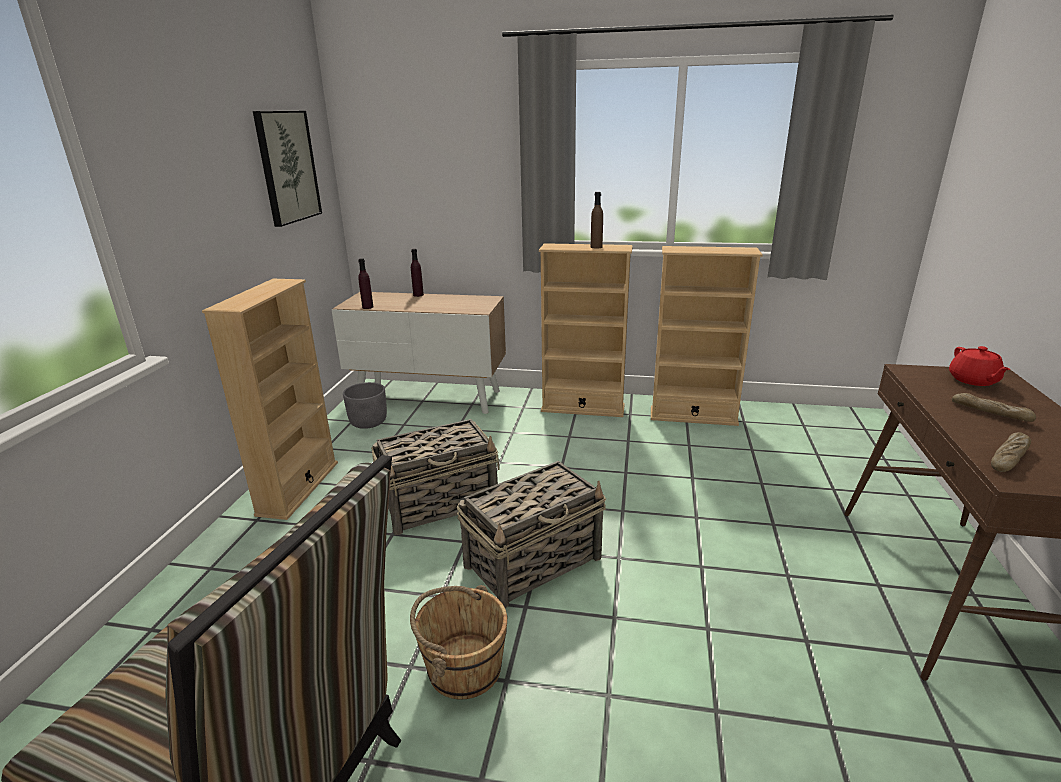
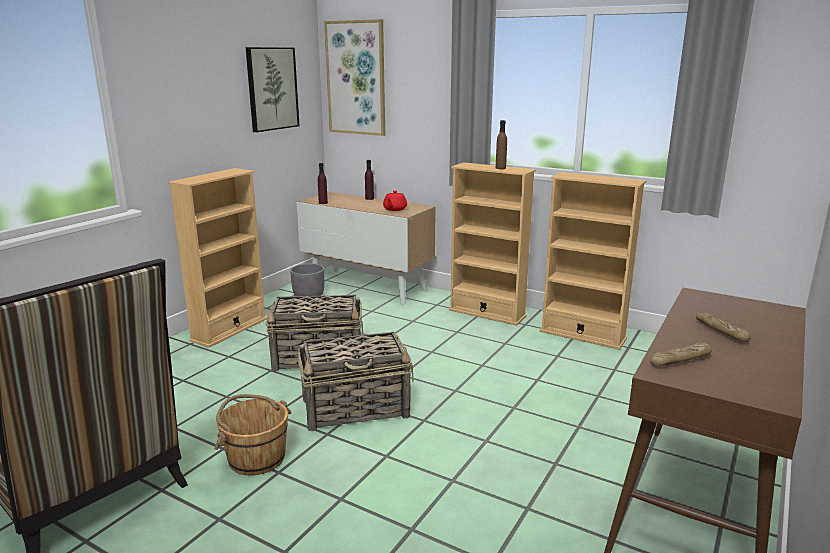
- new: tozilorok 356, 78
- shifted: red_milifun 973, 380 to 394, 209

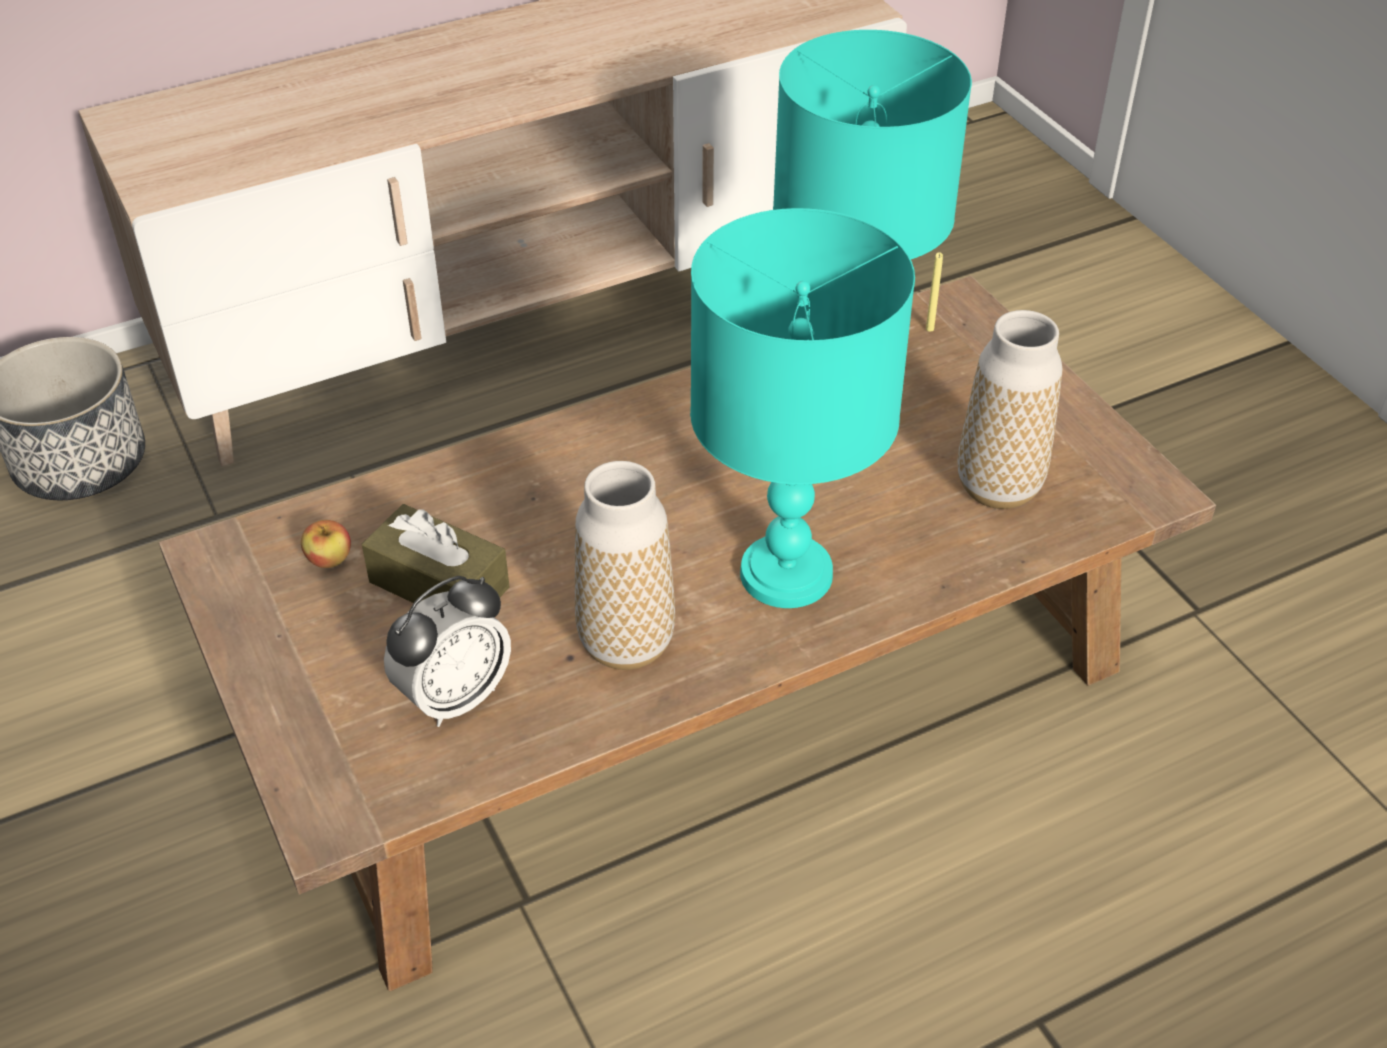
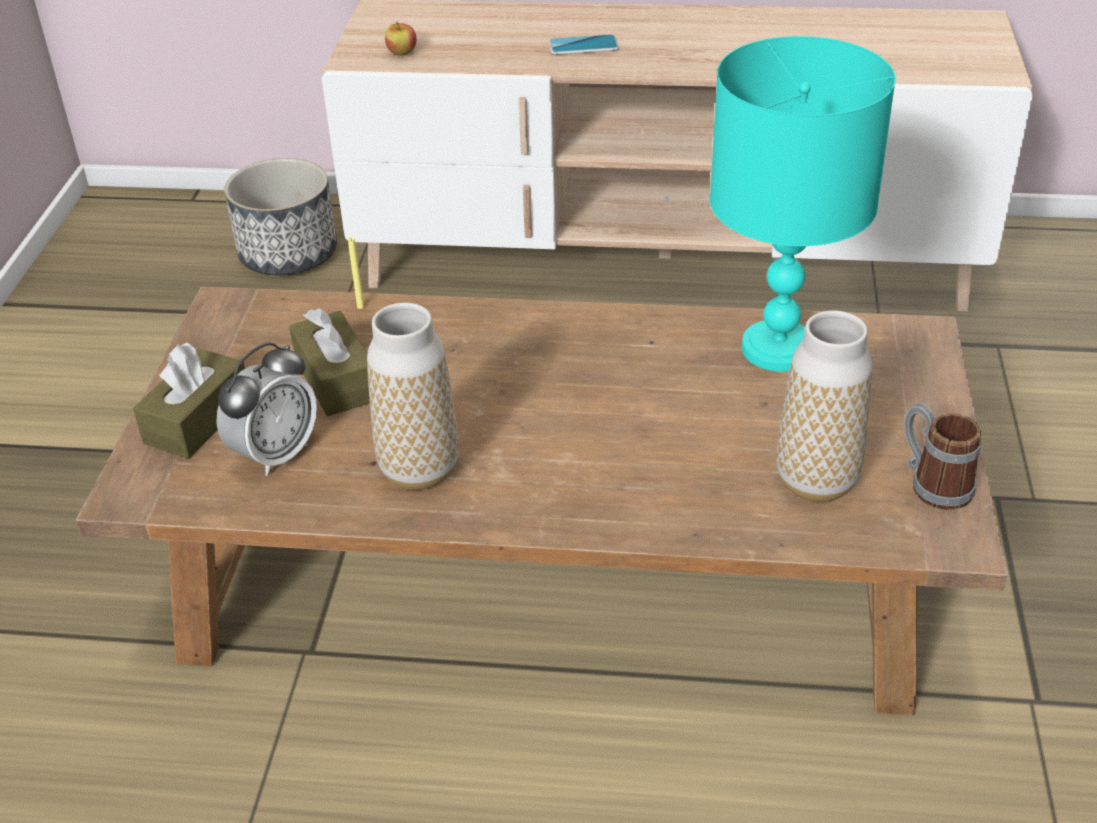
- new: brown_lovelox 198, 420
- rotated: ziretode 454, 697 = 275, 454 45 degrees counterclockwise
- shifted: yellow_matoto 929, 329 to 360, 307
- shifted: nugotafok 329, 560 to 402, 53
- new: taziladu 583, 46
- new: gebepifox 932, 483
- gone: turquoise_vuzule 784, 574

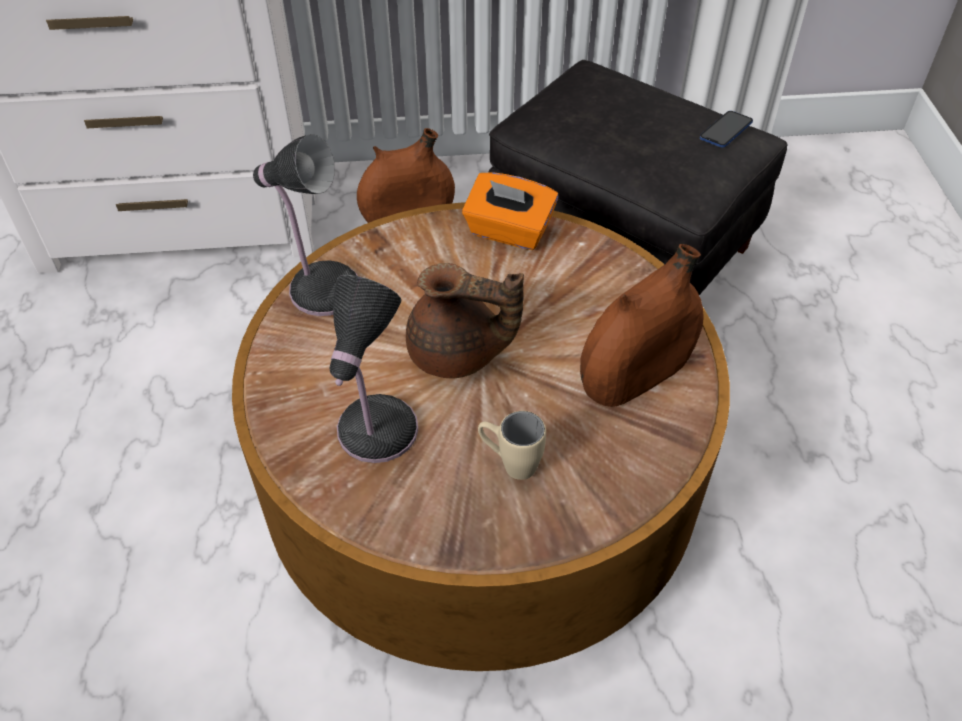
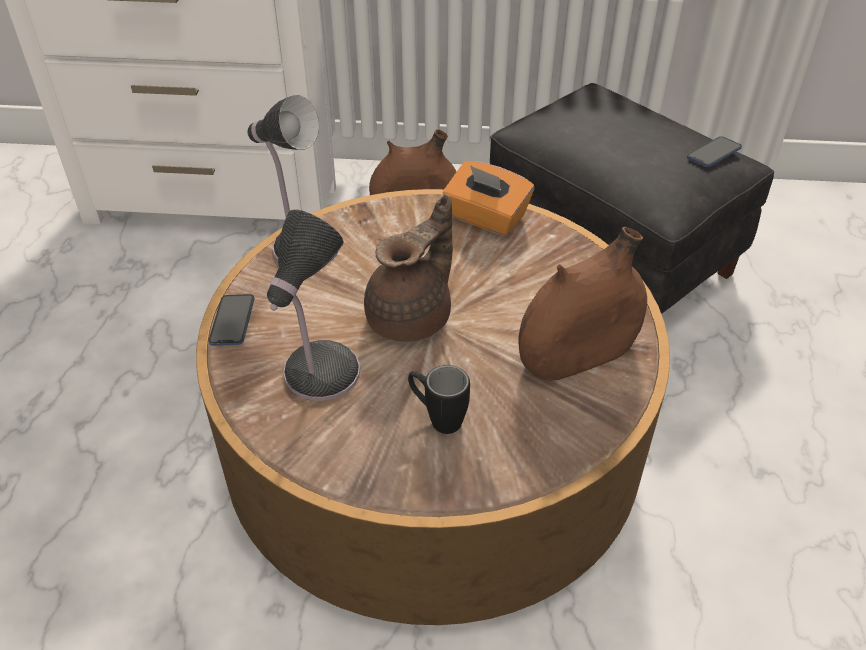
- new: taziladu 232, 321
- rotated: brown_milifun 458, 354 = 412, 317 75 degrees counterclockwise
- repainted: beige_gebepifox 510, 463 to black_gebepifox 437, 418

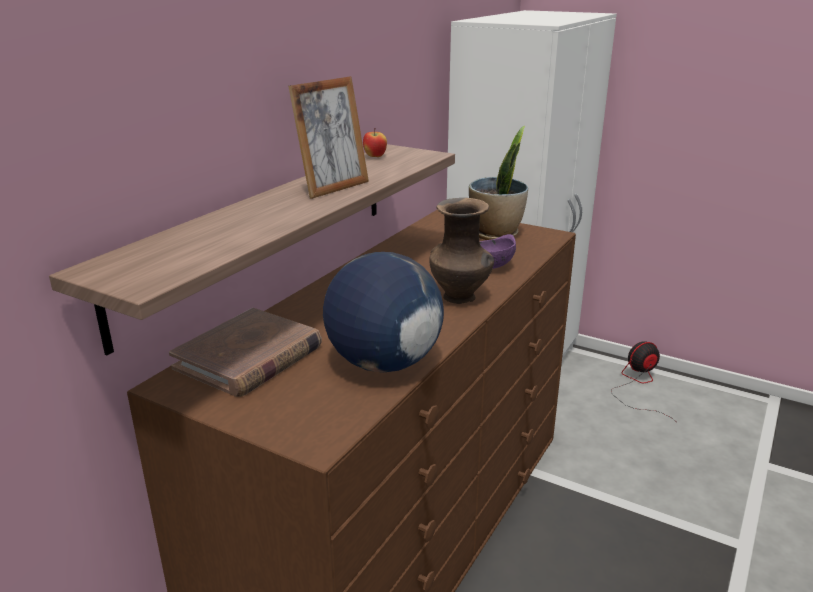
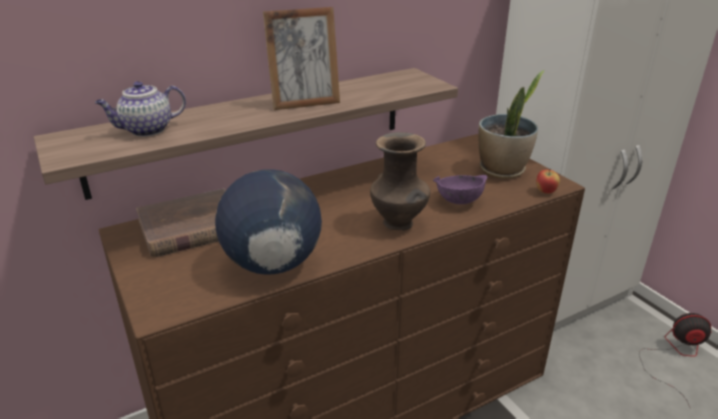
- new: milifun 146, 130
- shifted: nugotafok 375, 157 to 545, 192

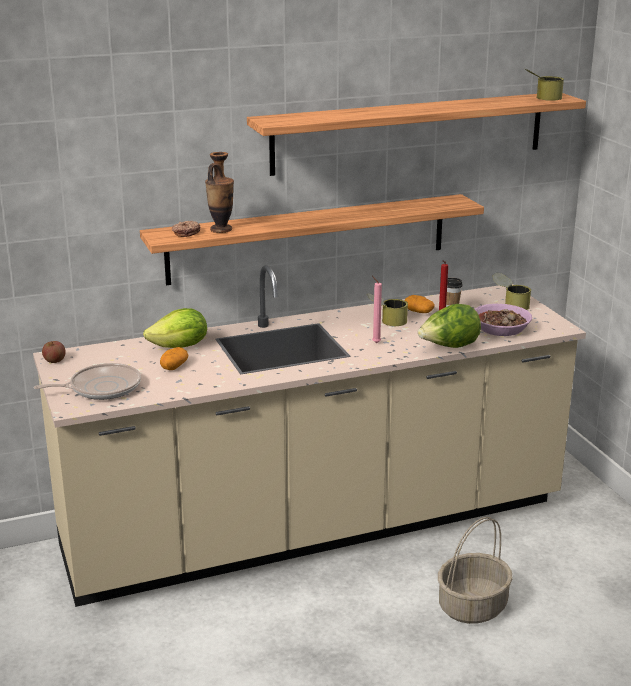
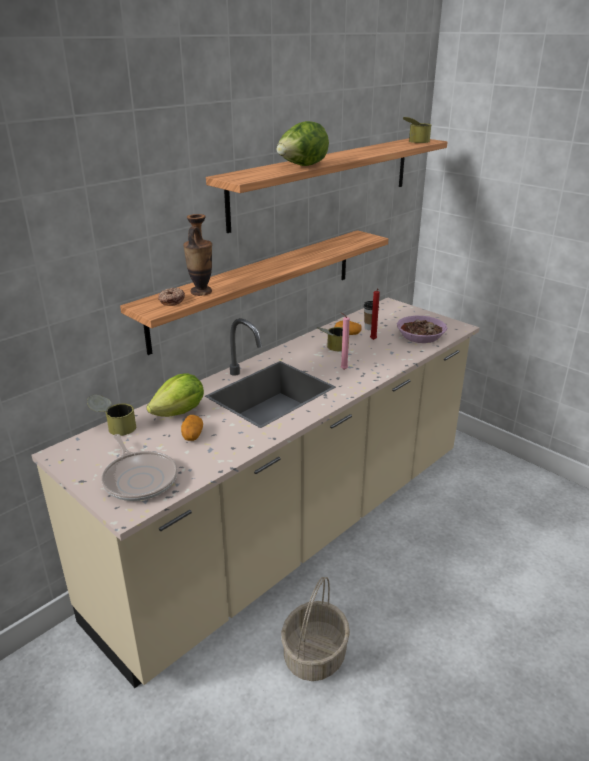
- shifted: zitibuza 510, 304 to 114, 427
- rotated: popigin 101, 388 = 139, 478 105 degrees clockwise
- shifted: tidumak 449, 347 to 302, 166
- shifted: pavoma 472, 606 to 314, 655
- gone: nugotafok 54, 360

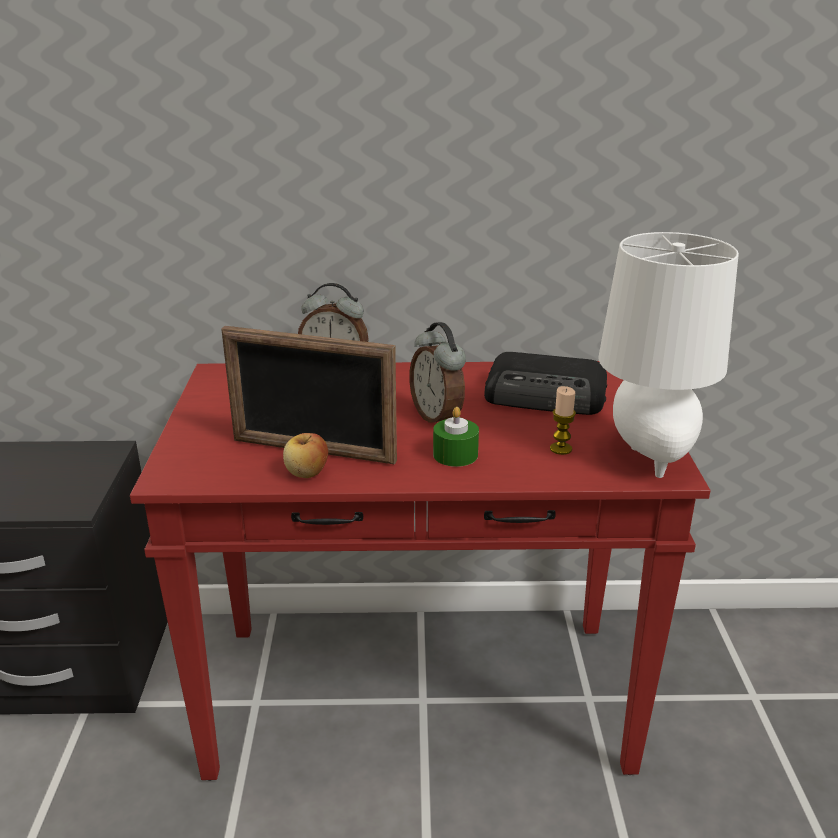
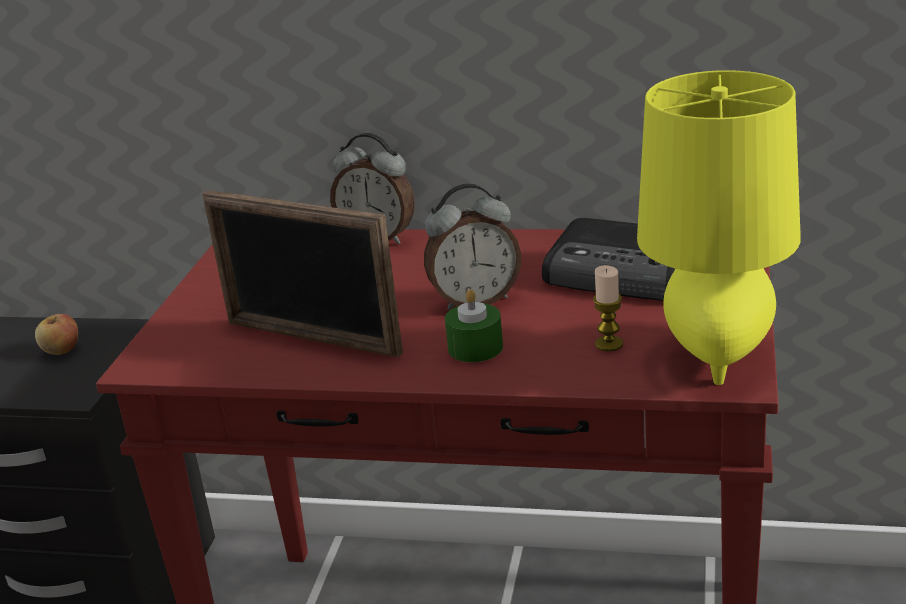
- shifted: nugotafok 306, 473 to 61, 350
- rotated: ziretode 438, 417 = 475, 300 90 degrees counterclockwise
- repainted: white_vuzule 647, 457 to yellow_vuzule 716, 358

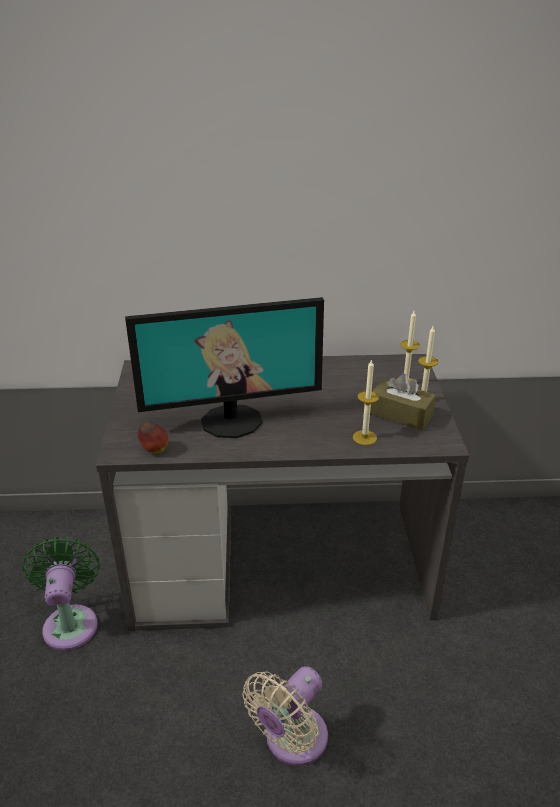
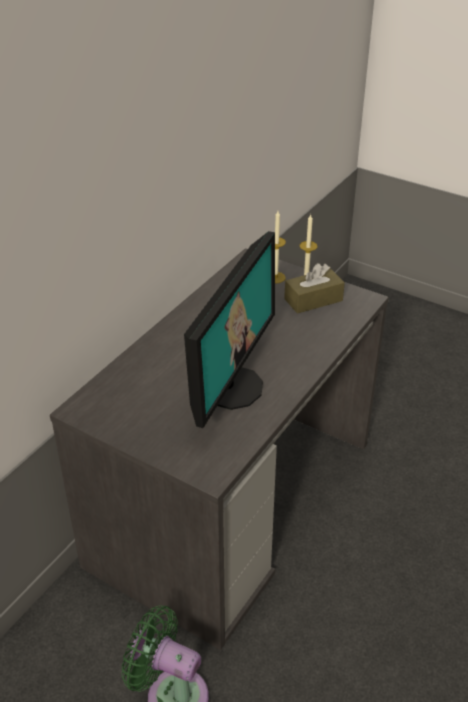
- gone: nugotafok 154, 450
- gone: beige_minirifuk 291, 741
- gone: matoto 364, 437

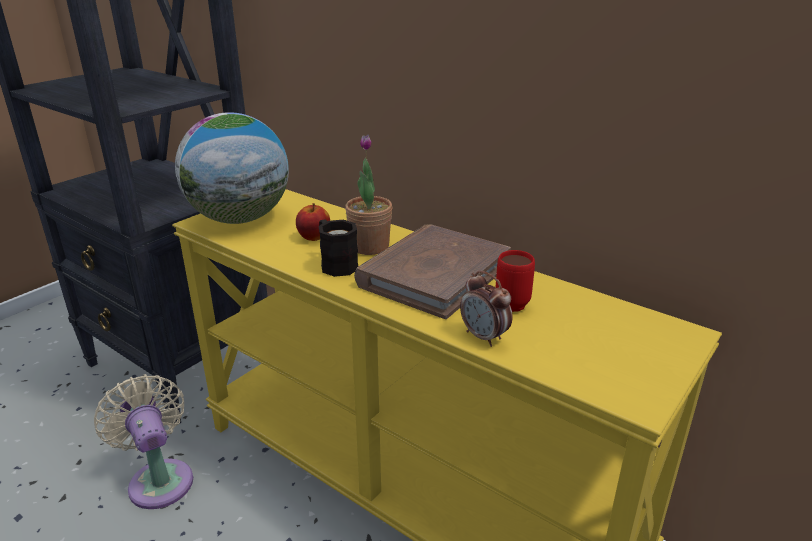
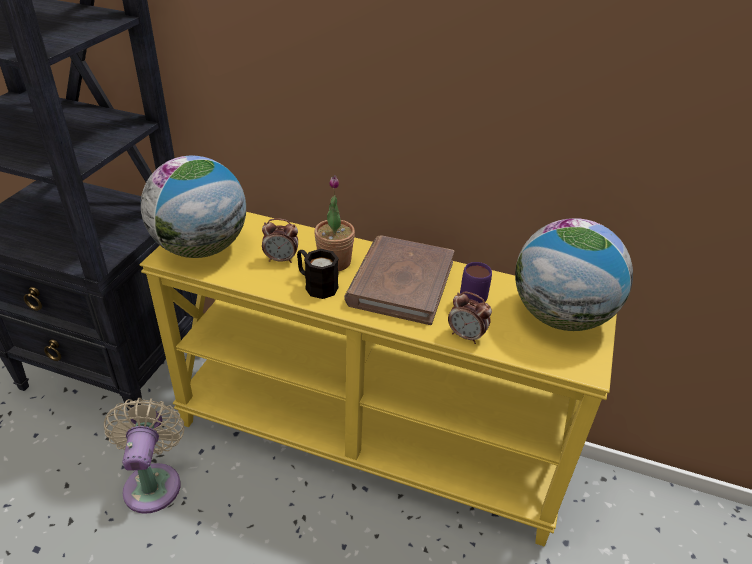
- rotated: beige_minirifuk 159, 479 = 153, 482 45 degrees clockwise
- swapped: nugotafok 314, 237 to ziretode 281, 259
- repainted: red_gebepifox 516, 302 to purple_gebepifox 473, 299
- new: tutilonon 560, 316

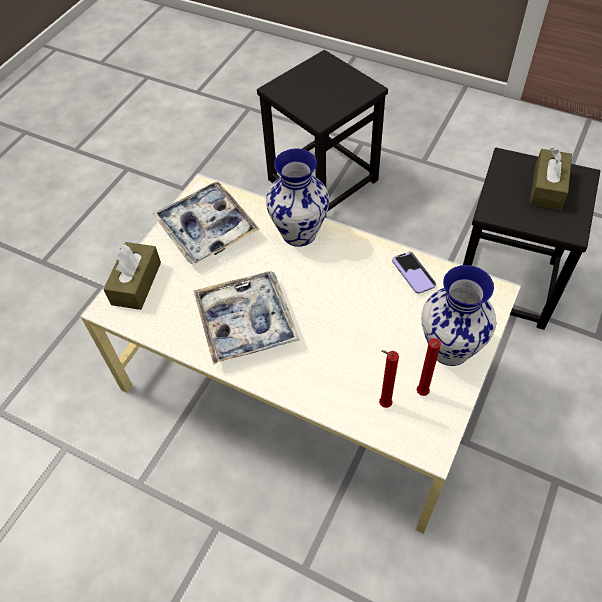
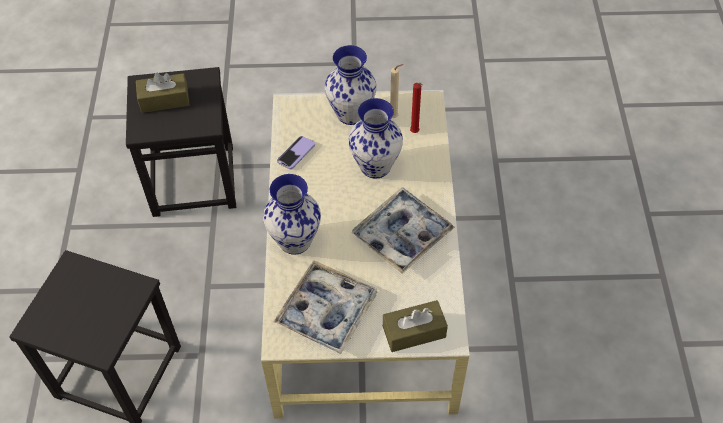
- new: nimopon 375, 167
- repainted: red_matoto 421, 394 to beige_matoto 395, 117

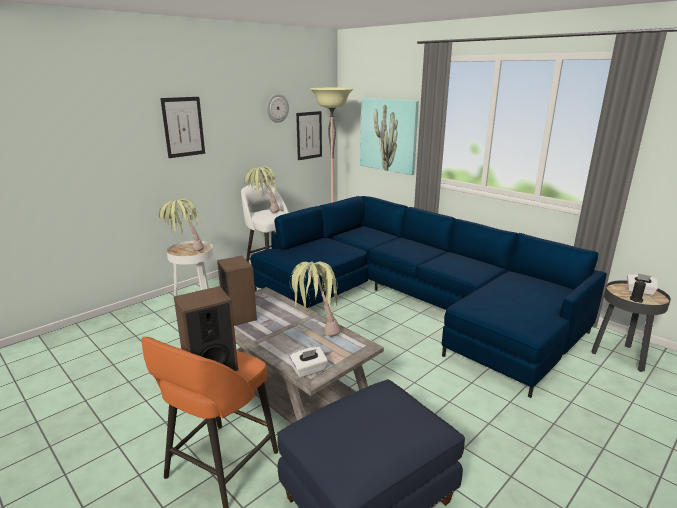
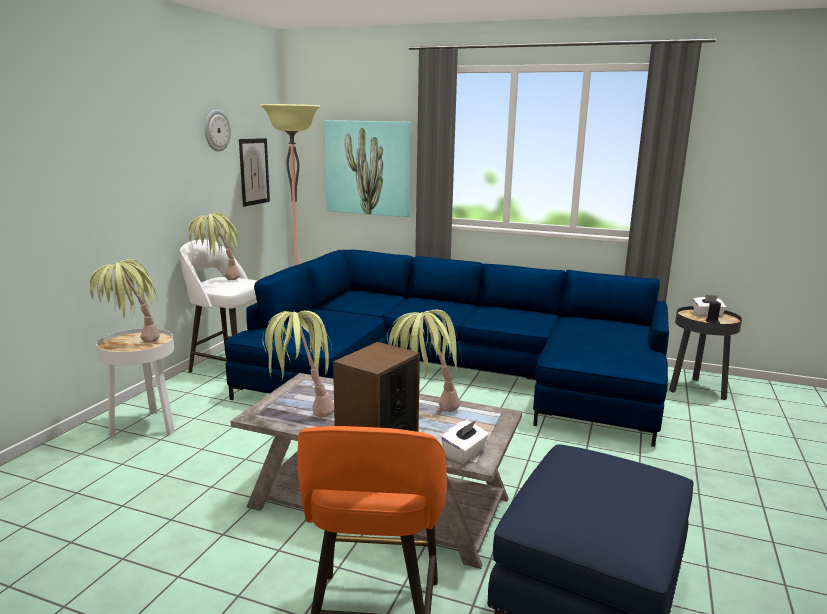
- swapped: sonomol 239, 315 to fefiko 300, 412
- gone: tozilorok 183, 127

